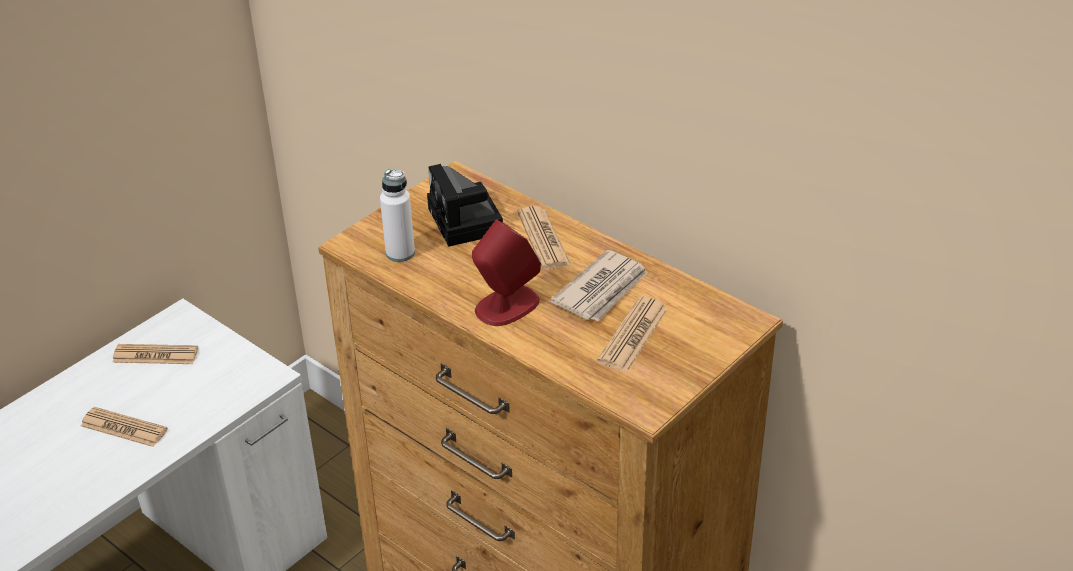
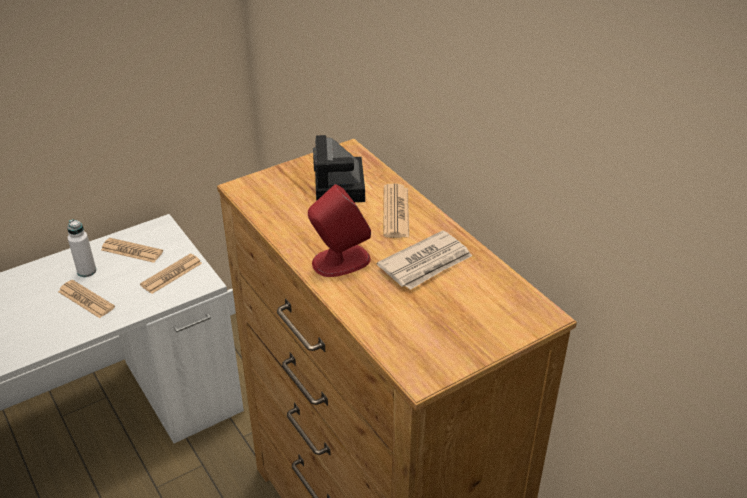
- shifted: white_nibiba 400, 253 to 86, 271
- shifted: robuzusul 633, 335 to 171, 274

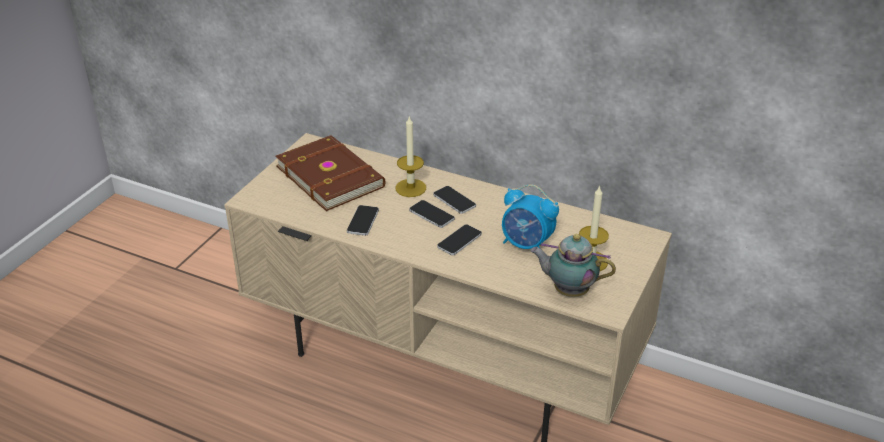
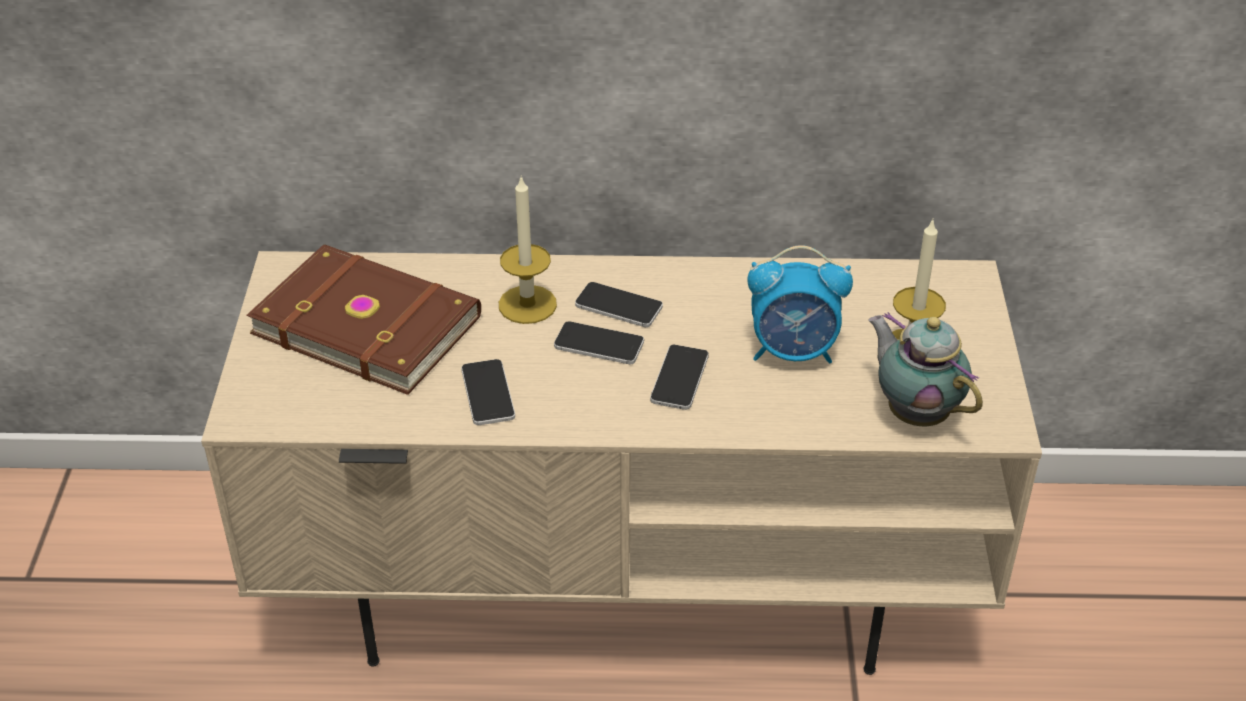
- rotated: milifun 568, 290 = 915, 412 60 degrees clockwise

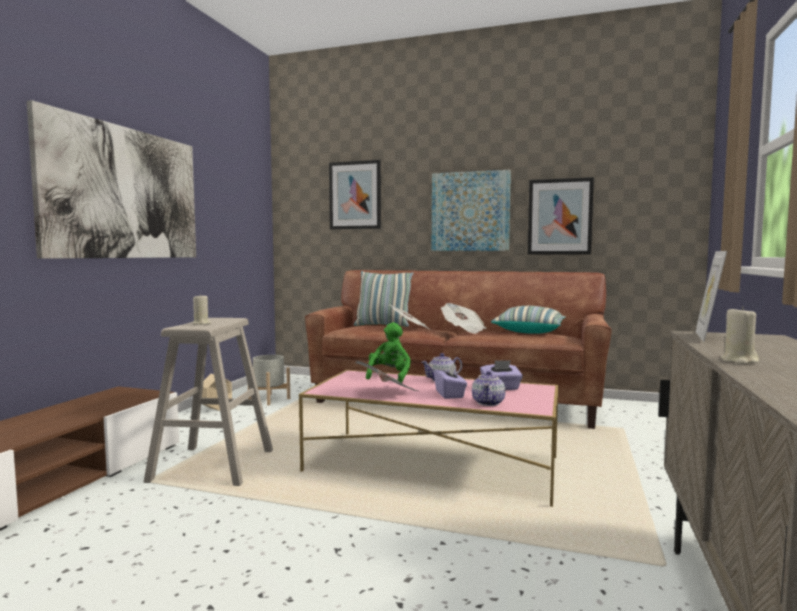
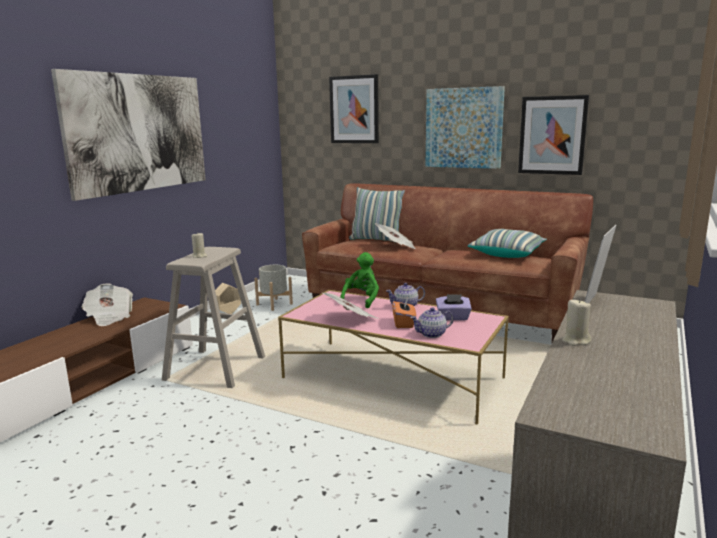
- shifted: robuzusul 463, 330 to 109, 317
- repainted: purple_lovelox 450, 394 to orange_lovelox 404, 323
- rotated: milifun 488, 402 = 432, 334 45 degrees clockwise

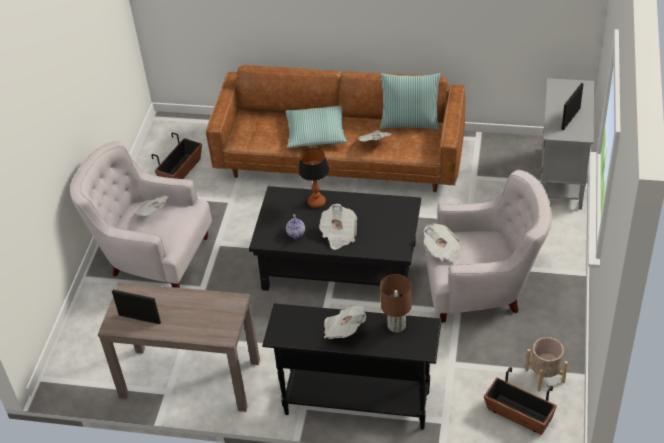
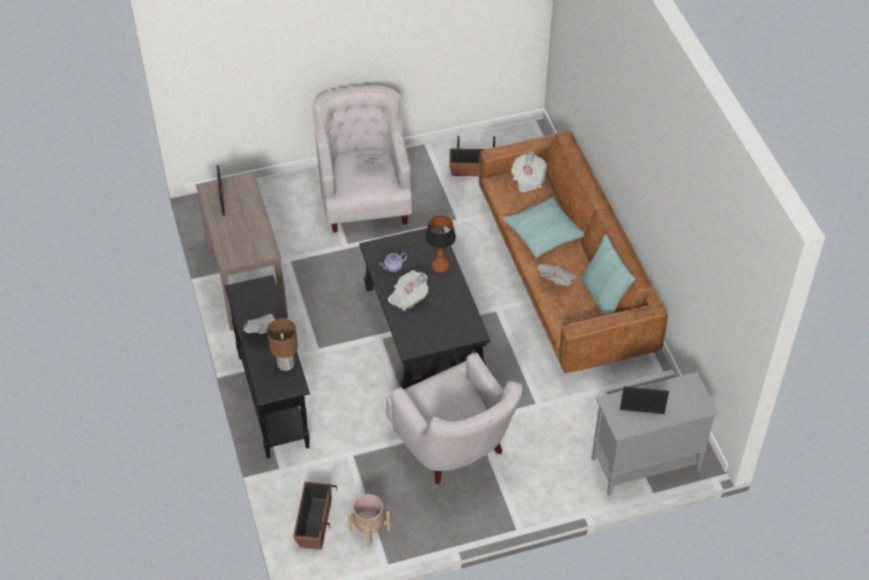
- shifted: robuzusul 443, 251 to 528, 179

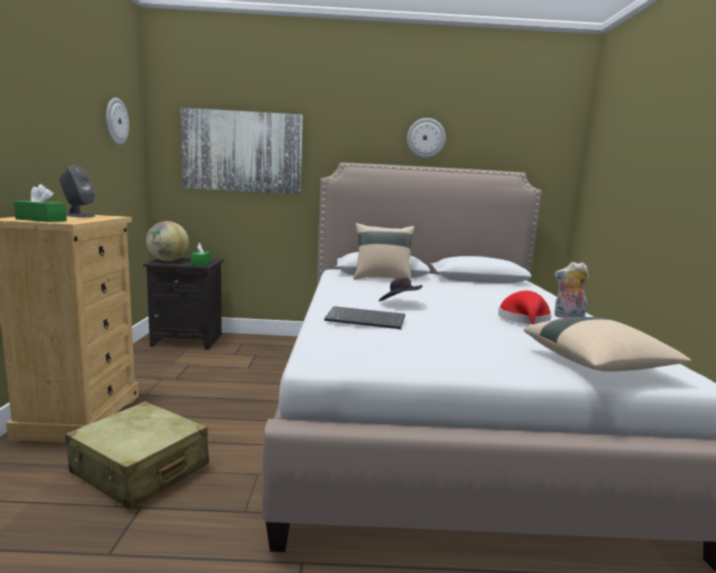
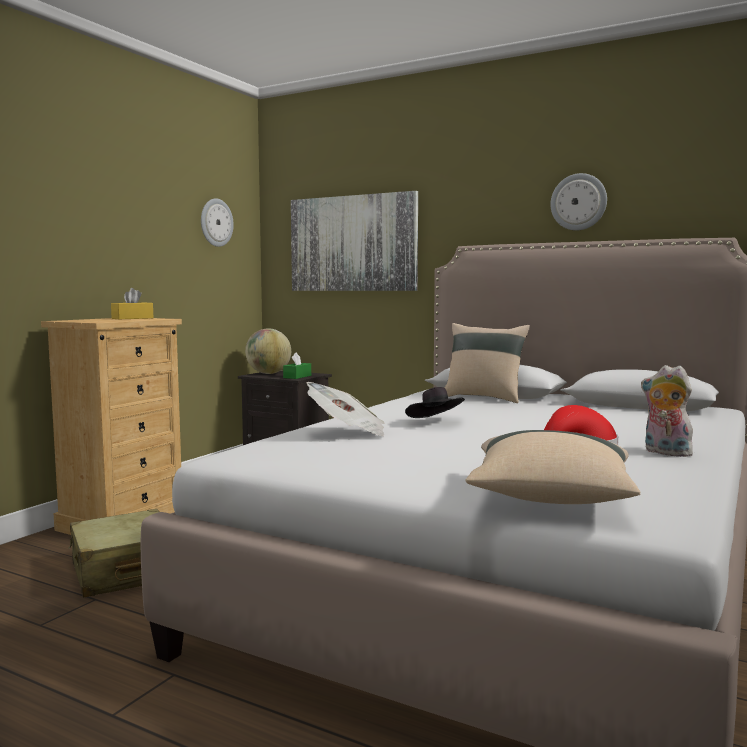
- swapped: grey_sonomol 77, 215 to yellow_lovelox 132, 318
- swapped: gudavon 366, 319 to robuzusul 348, 431
- gone: green_lovelox 41, 220

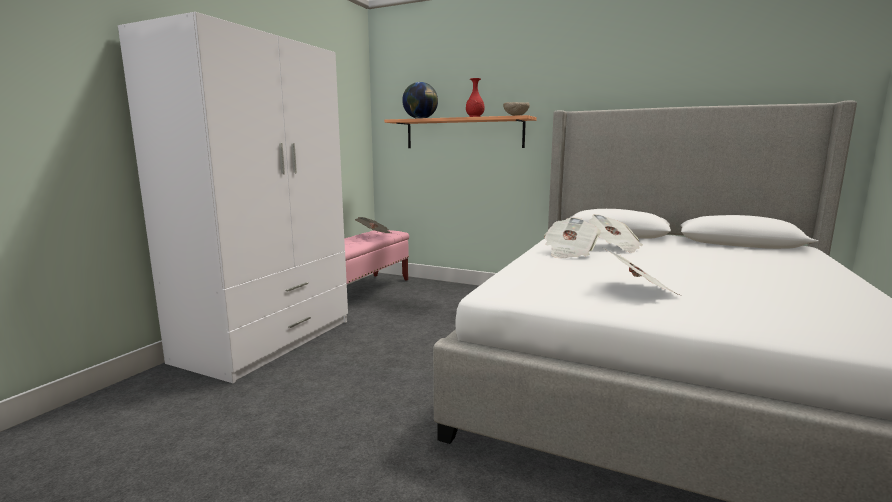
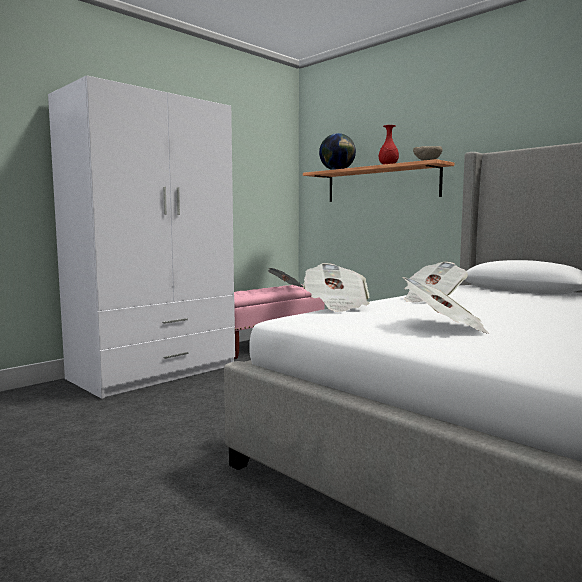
- shifted: robuzusul 614, 247 to 336, 306

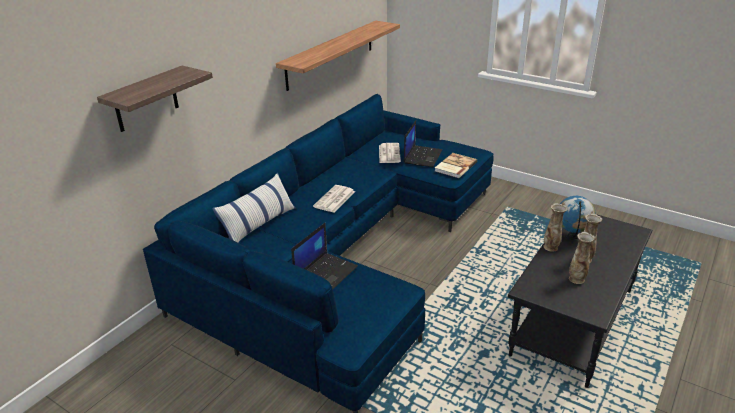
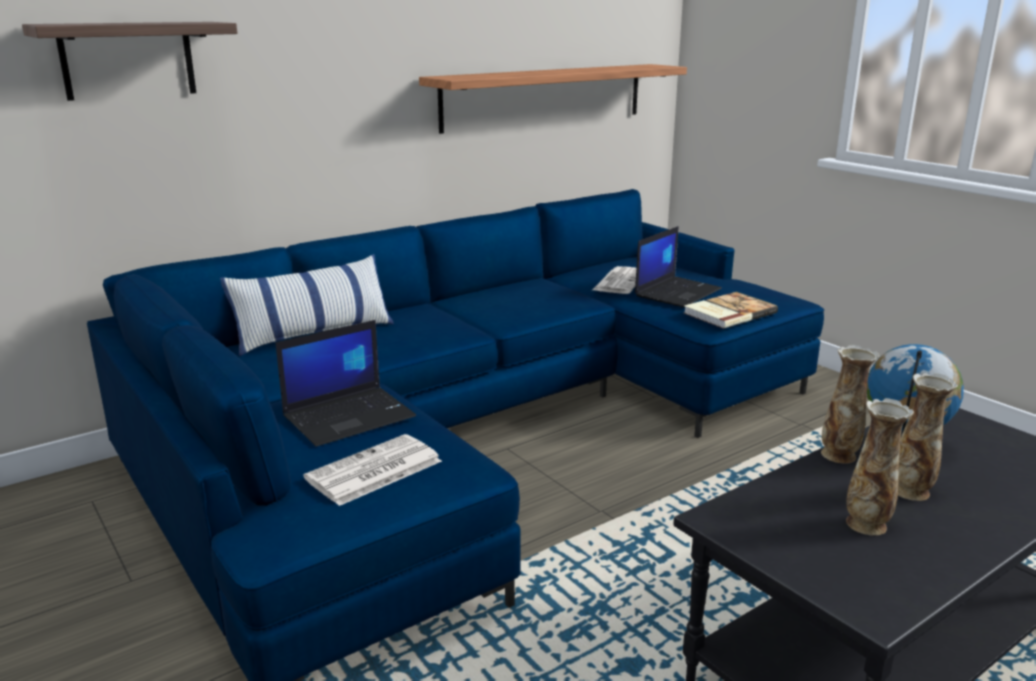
- shifted: robuzusul 334, 199 to 373, 471

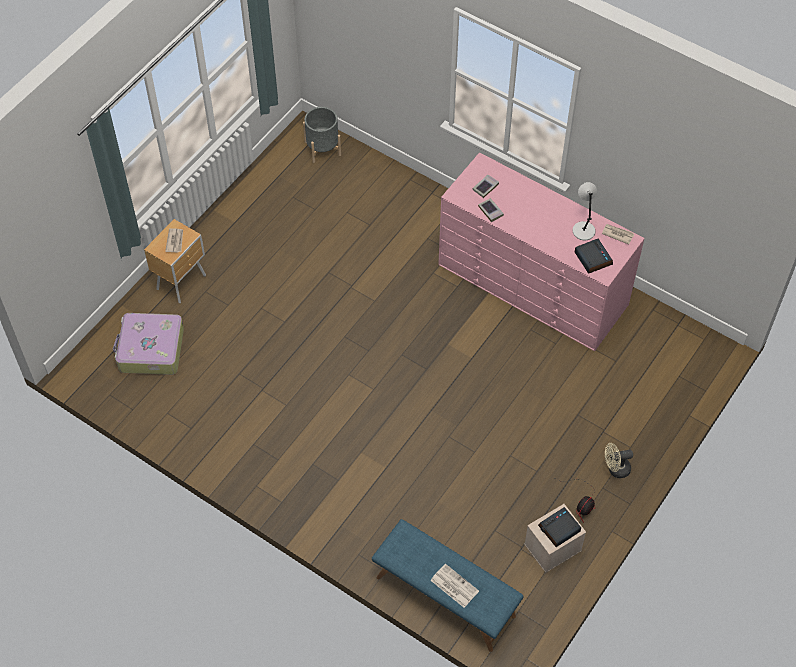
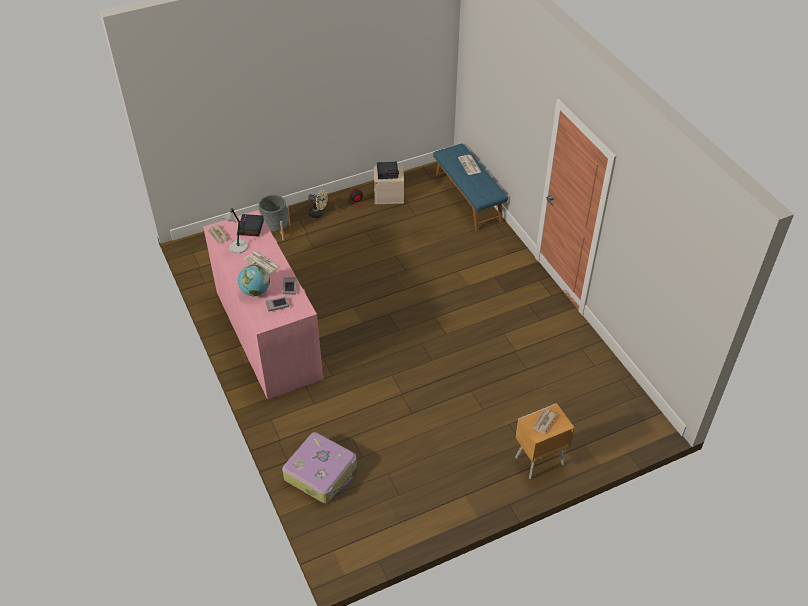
- new: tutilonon 255, 291
- new: robuzusul 262, 263
- shifted: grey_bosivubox 322, 148 to 275, 230
- shifted: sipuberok 150, 350 to 321, 473

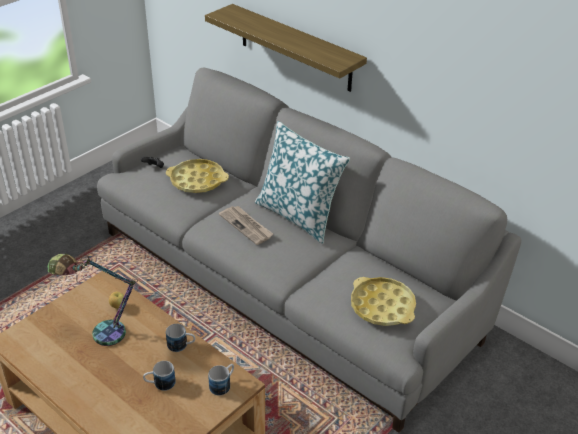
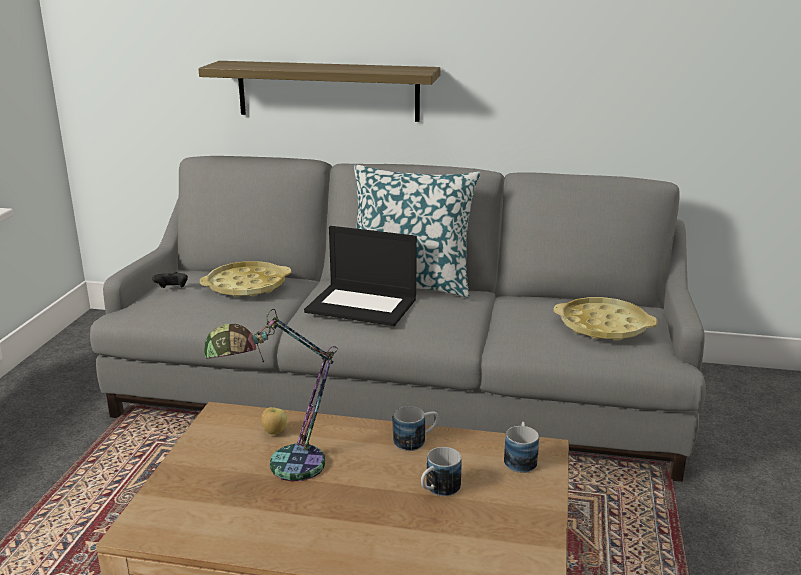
- swapped: robuzusul 246, 226 to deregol 363, 305

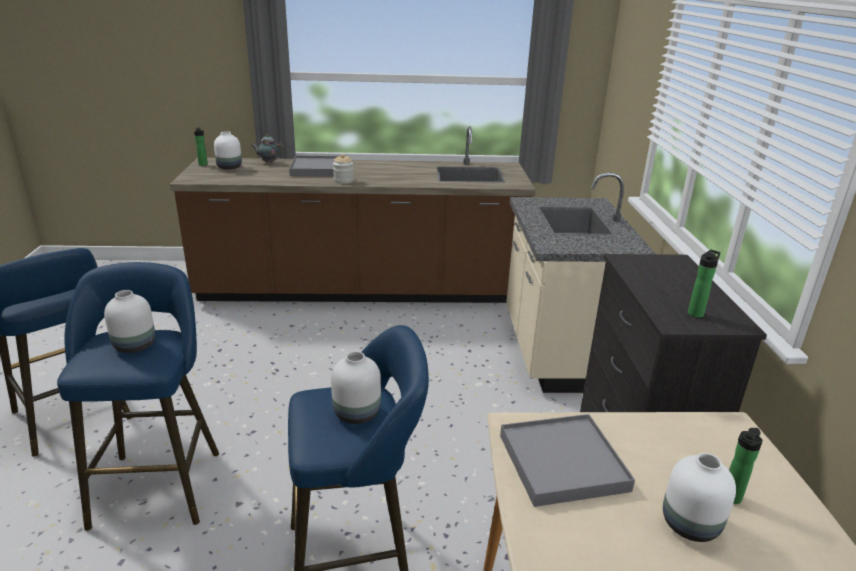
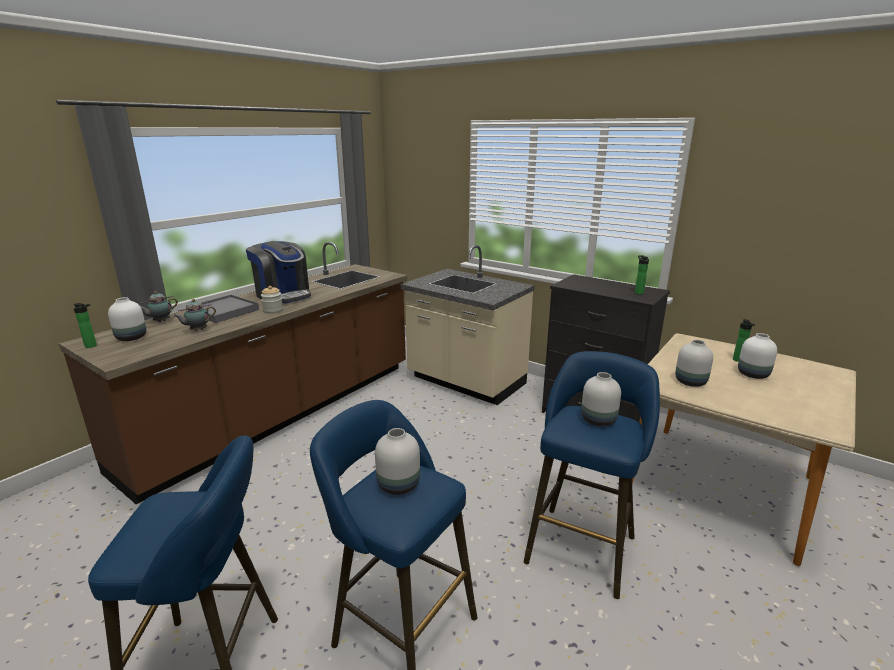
- new: milifun 197, 330
- new: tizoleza 283, 295
- swapped: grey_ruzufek 562, 463 to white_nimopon 691, 382

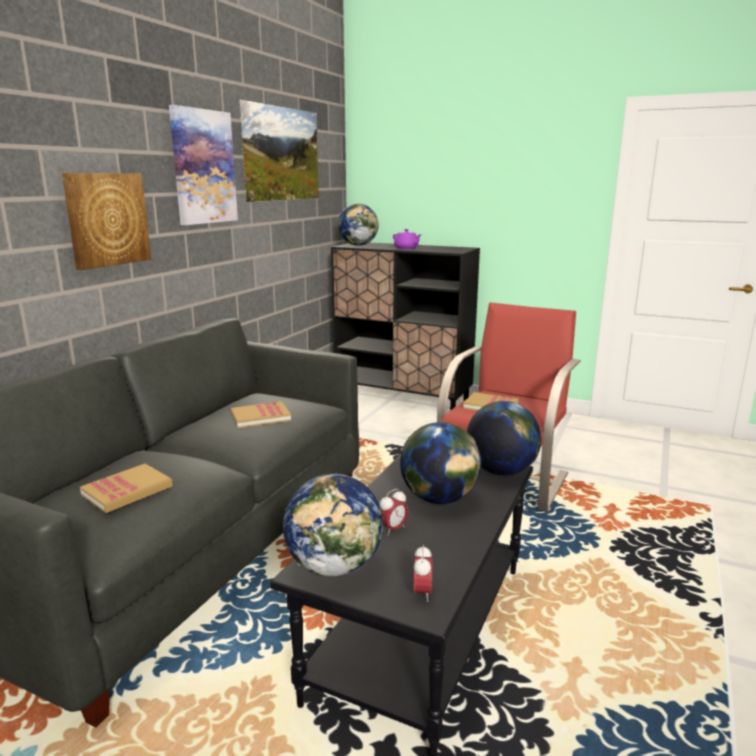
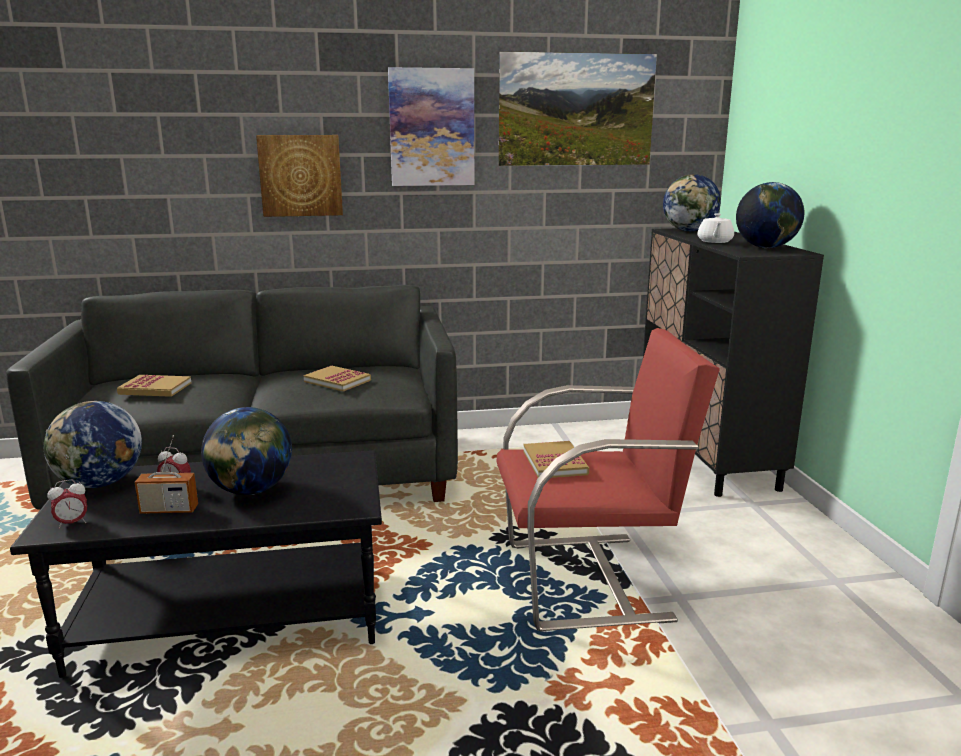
- new: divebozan 169, 510
- repainted: purple_milifun 406, 248 to white_milifun 714, 241
- shifted: tutilonon 501, 471 to 766, 248

